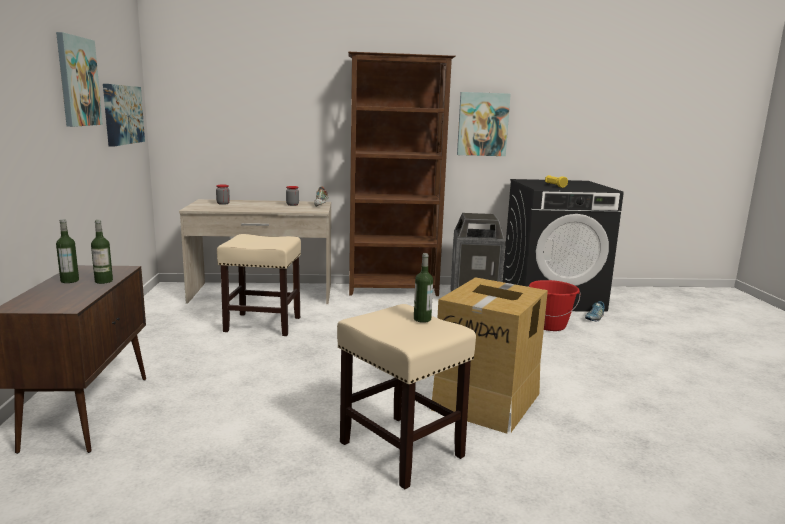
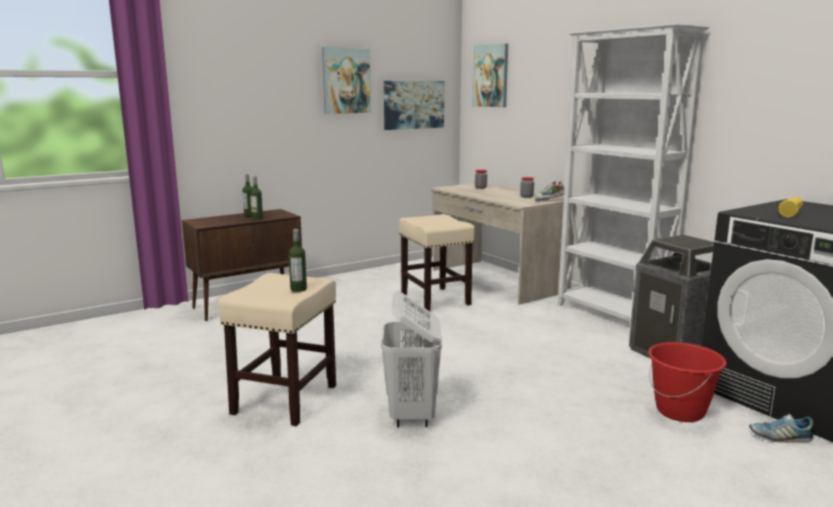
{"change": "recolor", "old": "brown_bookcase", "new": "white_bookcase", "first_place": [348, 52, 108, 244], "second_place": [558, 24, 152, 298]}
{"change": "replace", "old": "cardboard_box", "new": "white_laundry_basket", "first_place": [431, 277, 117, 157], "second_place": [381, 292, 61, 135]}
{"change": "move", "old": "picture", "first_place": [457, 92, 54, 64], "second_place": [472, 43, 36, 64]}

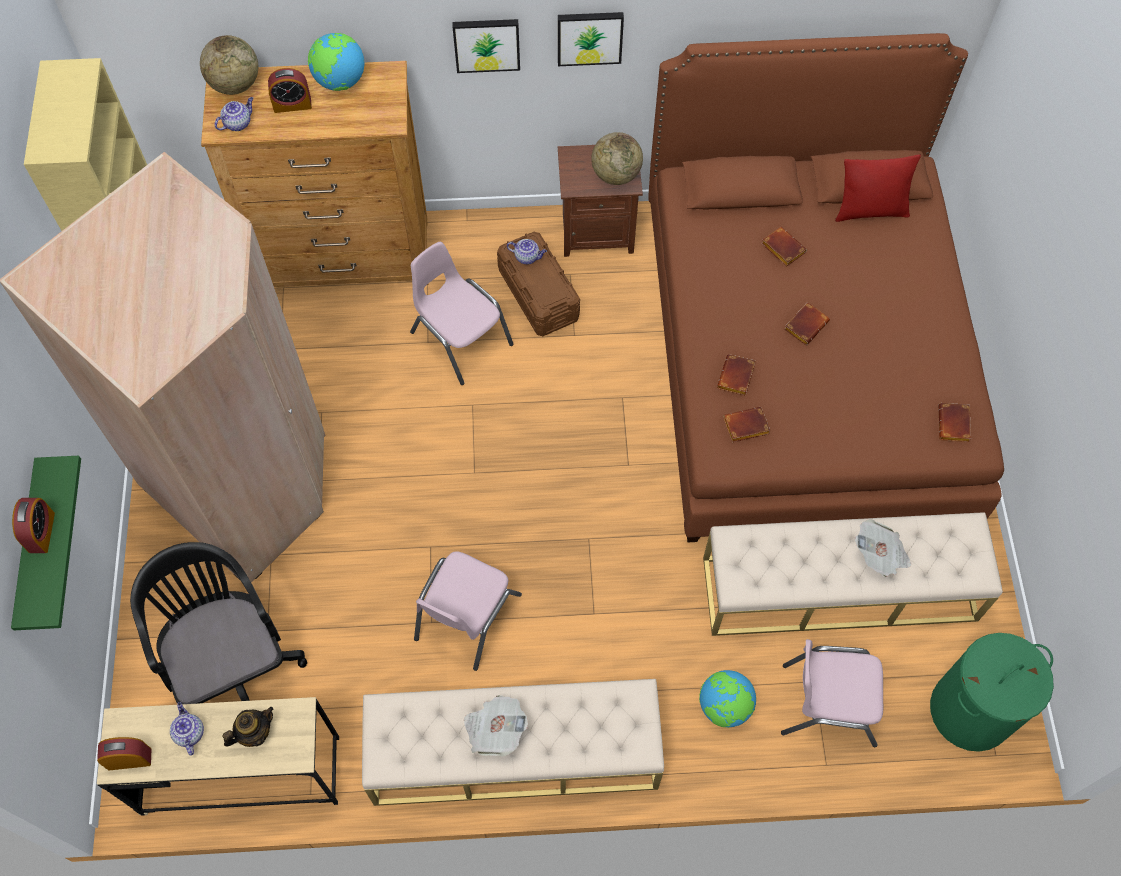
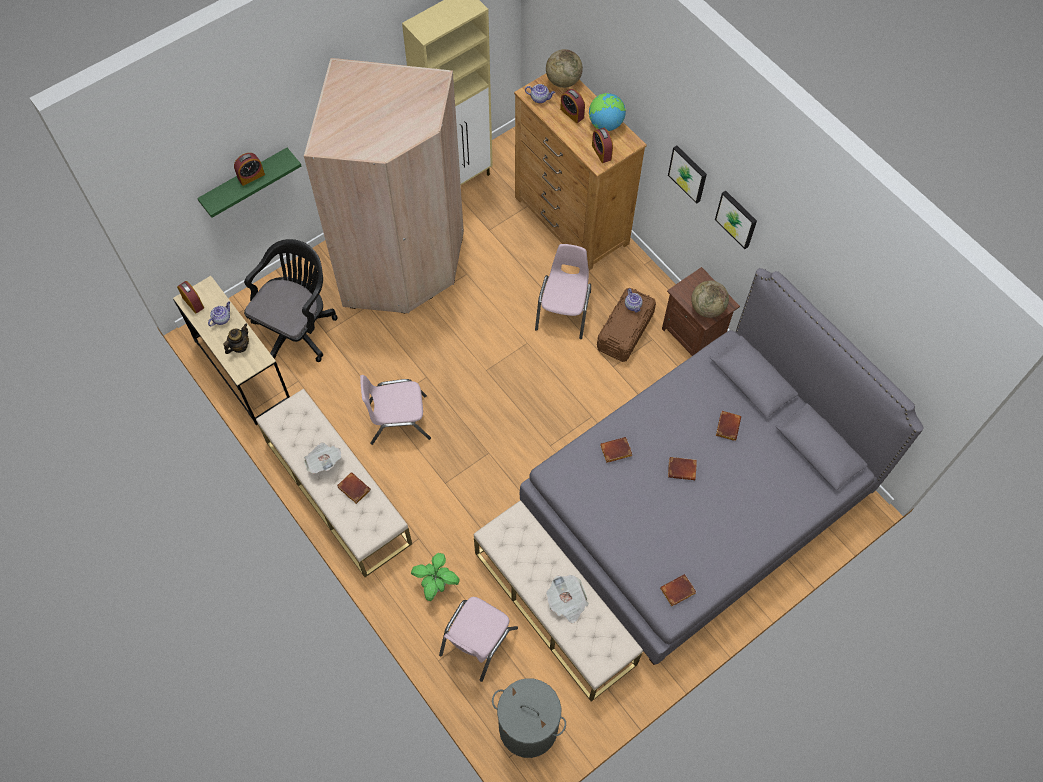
{"change": "rotate", "old": "teapot", "first_place": [222, 707, 51, 40], "second_place": [224, 324, 25, 30], "degrees": -75}
{"change": "recolor", "old": "brown_bed", "new": "grey_bed", "first_place": [648, 33, 356, 510], "second_place": [520, 268, 403, 397]}
{"change": "replace", "old": "globe", "new": "potted_plant", "first_place": [699, 670, 57, 58], "second_place": [411, 553, 49, 48]}
{"change": "move", "old": "brown_book", "first_place": [724, 407, 46, 35], "second_place": [337, 472, 34, 32]}
{"change": "rotate", "old": "pink_chair", "first_place": [781, 639, 102, 108], "second_place": [439, 597, 79, 85], "degrees": -120}
{"change": "delete", "old": "red_pillow", "first_place": [835, 155, 86, 67]}
{"change": "recolor", "old": "green_laundry_basket", "new": "grey_laundry_basket", "first_place": [930, 633, 124, 119], "second_place": [492, 678, 74, 80]}
{"change": "insert", "new": "alarm_clock", "second_place": [592, 128, 21, 35]}

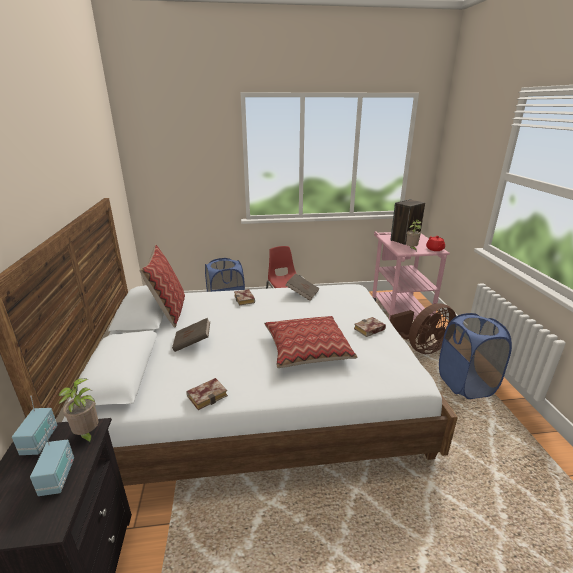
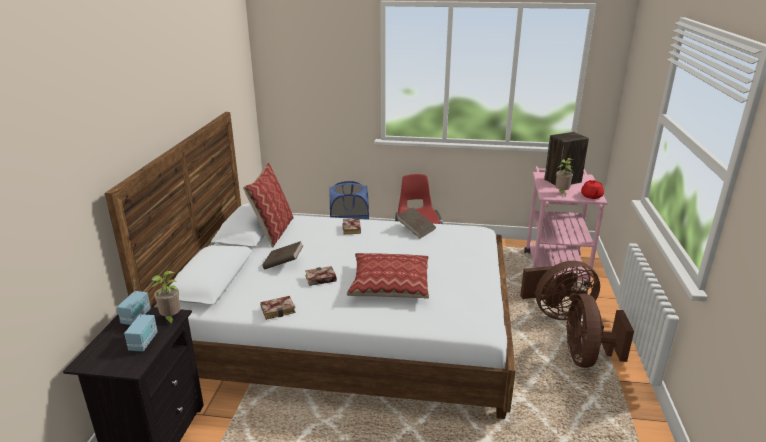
{"change": "move", "old": "book", "first_place": [354, 317, 32, 20], "second_place": [305, 266, 32, 20]}
{"change": "replace", "old": "blue_laundry_basket", "new": "brown_fan", "first_place": [439, 313, 73, 86], "second_place": [566, 293, 68, 75]}

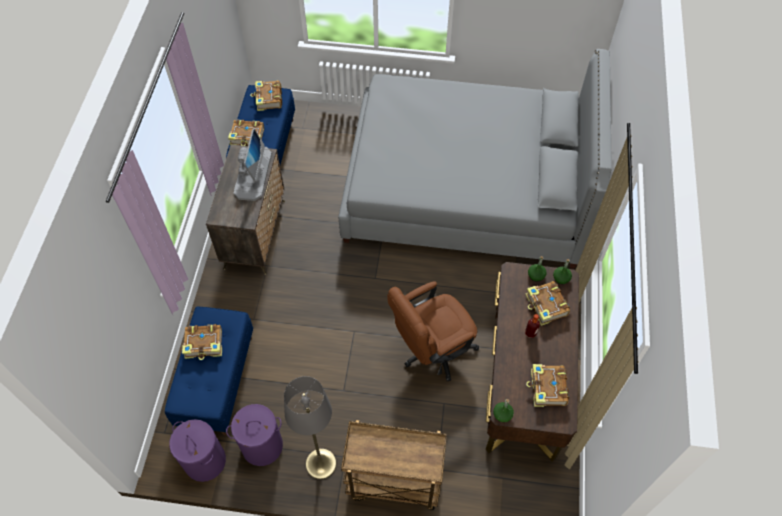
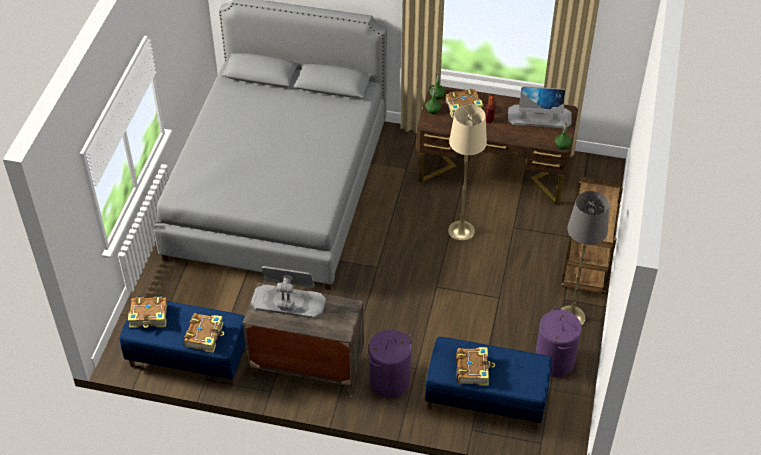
{"change": "move", "old": "purple_laundry_basket", "first_place": [169, 419, 57, 63], "second_place": [368, 330, 44, 68]}
{"change": "replace", "old": "brown_office_chair", "new": "beige_floor_lamp", "first_place": [387, 281, 92, 100], "second_place": [448, 105, 39, 136]}
{"change": "replace", "old": "book", "new": "monitor", "first_place": [526, 364, 43, 43], "second_place": [508, 86, 64, 42]}

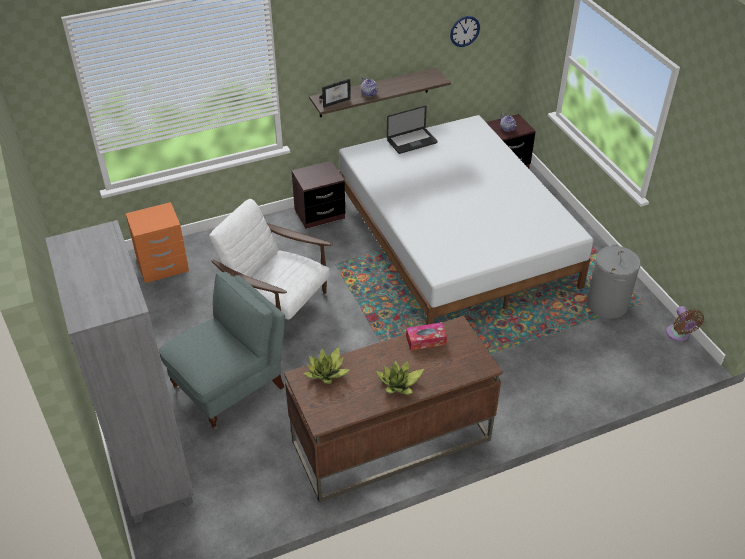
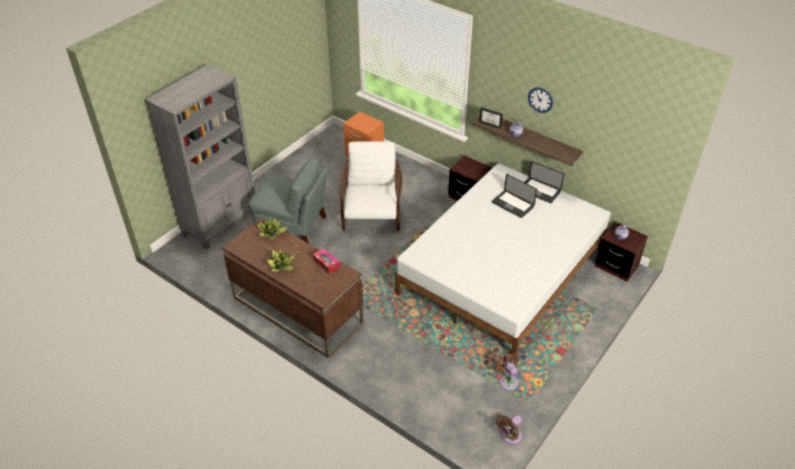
{"change": "move", "old": "wall_clock", "first_place": [450, 16, 30, 31], "second_place": [528, 88, 25, 25]}
{"change": "replace", "old": "grey_laundry_basket", "new": "brown_fan", "first_place": [587, 244, 54, 74], "second_place": [495, 353, 24, 37]}
{"change": "insert", "new": "laptop", "second_place": [492, 174, 45, 44]}

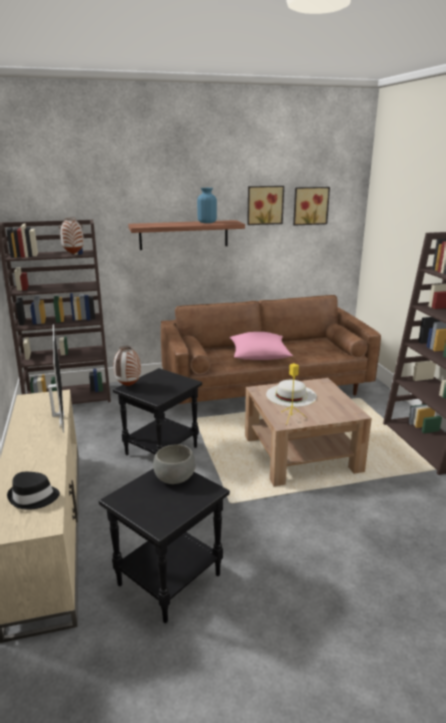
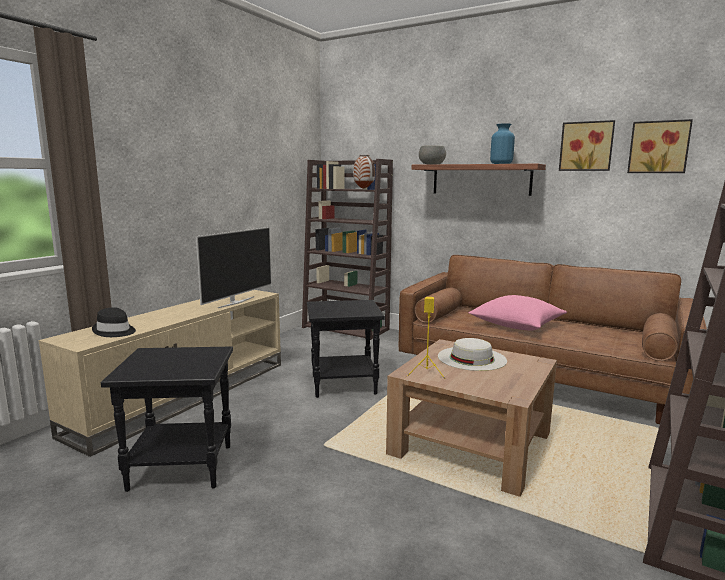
{"change": "delete", "old": "vase", "first_place": [114, 346, 27, 40]}
{"change": "move", "old": "grey_bowl", "first_place": [153, 444, 43, 40], "second_place": [419, 145, 27, 19]}

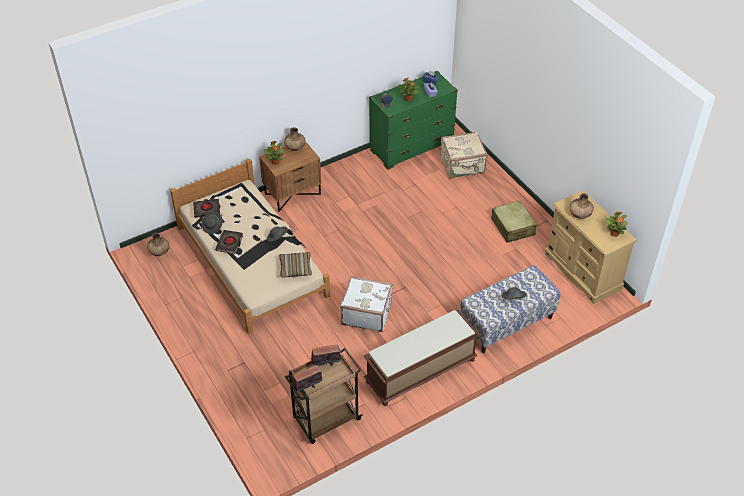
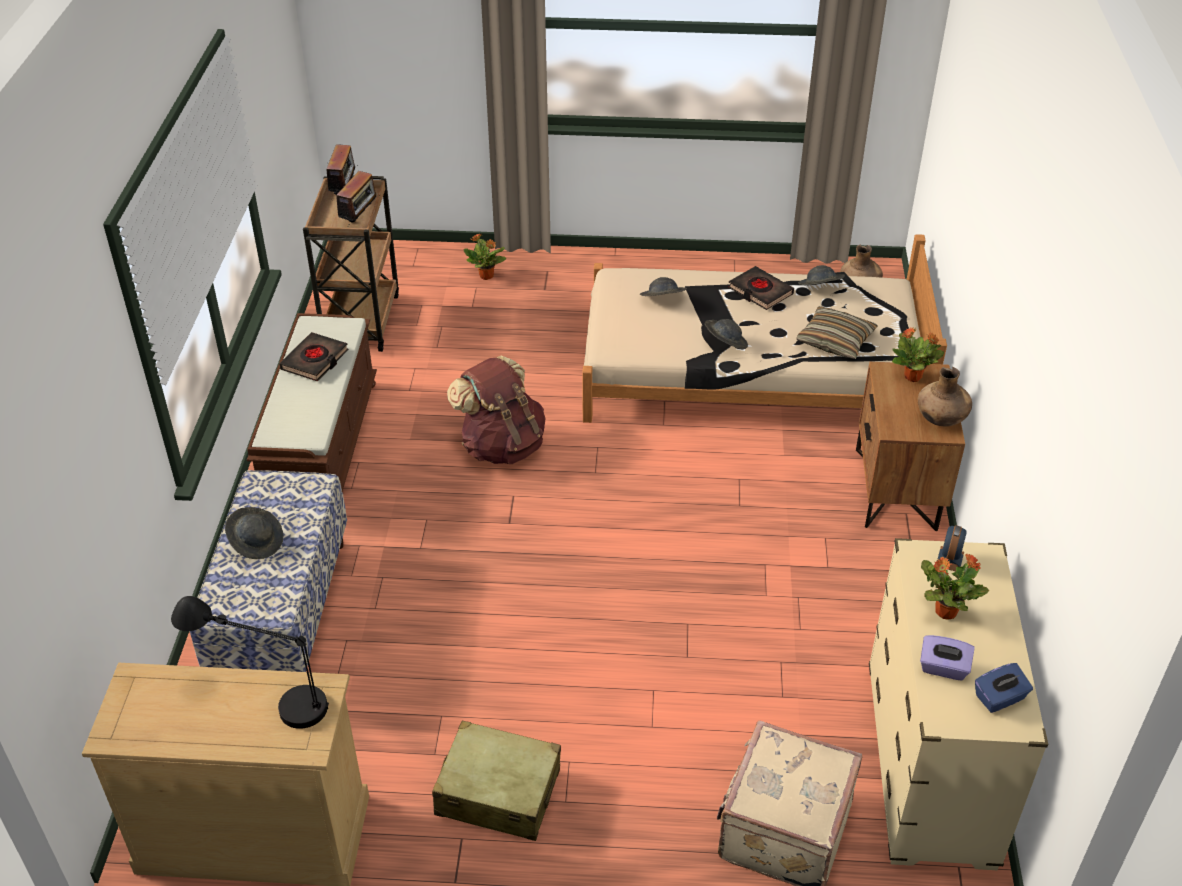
{"change": "move", "old": "black_book", "first_place": [193, 199, 27, 19], "second_place": [279, 332, 70, 50]}
{"change": "move", "old": "pillow", "first_place": [279, 252, 33, 26], "second_place": [796, 306, 82, 53]}
{"change": "replace", "old": "white_suitcase", "new": "brown_backpack", "first_place": [340, 276, 53, 56], "second_place": [447, 355, 99, 109]}
{"change": "recolor", "old": "green_dresser", "new": "beige_dresser", "first_place": [369, 71, 89, 99], "second_place": [869, 538, 179, 332]}
{"change": "replace", "old": "brown_vase", "new": "black_table_lamp", "first_place": [570, 193, 24, 26], "second_place": [171, 596, 158, 133]}
{"change": "move", "old": "potted_plant", "first_place": [606, 211, 22, 26], "second_place": [464, 234, 42, 46]}
{"change": "insert", "new": "grey_hat", "second_place": [640, 277, 47, 19]}

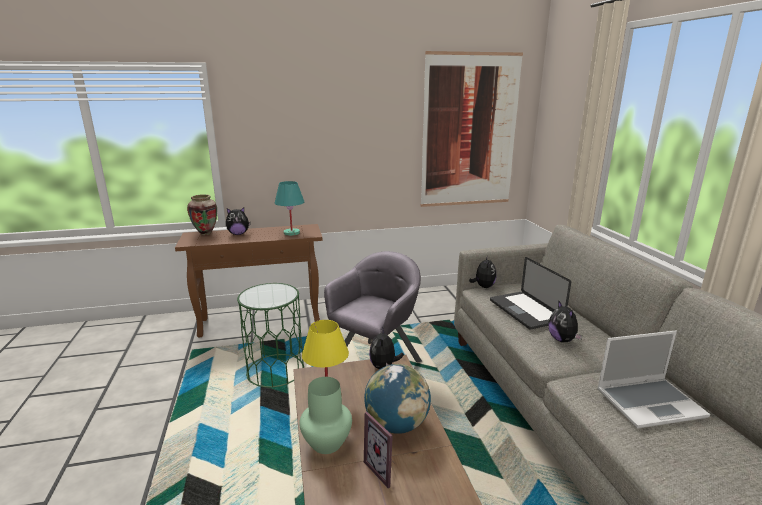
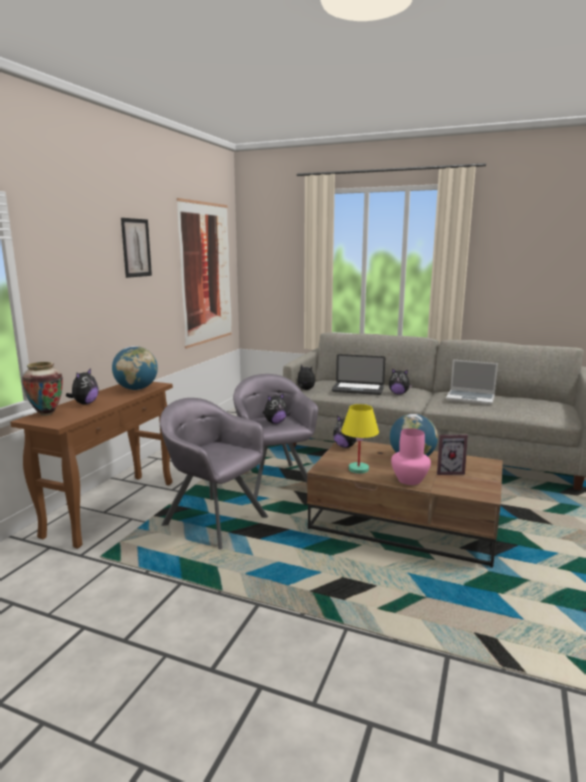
{"change": "replace", "old": "green_side_table", "new": "grey_armchair", "first_place": [237, 283, 67, 105], "second_place": [160, 398, 108, 152]}
{"change": "replace", "old": "turquoise_table_lamp", "new": "globe", "first_place": [275, 181, 29, 55], "second_place": [112, 346, 46, 44]}
{"change": "recolor", "old": "green_vase", "new": "pink_vase", "first_place": [299, 377, 53, 77], "second_place": [391, 428, 40, 57]}
{"change": "rotate", "old": "laptop", "first_place": [597, 331, 113, 97], "second_place": [446, 360, 52, 45], "degrees": 90}
{"change": "insert", "new": "picture", "second_place": [121, 218, 31, 60]}
{"change": "insert", "new": "plush_toy", "second_place": [263, 393, 24, 31]}

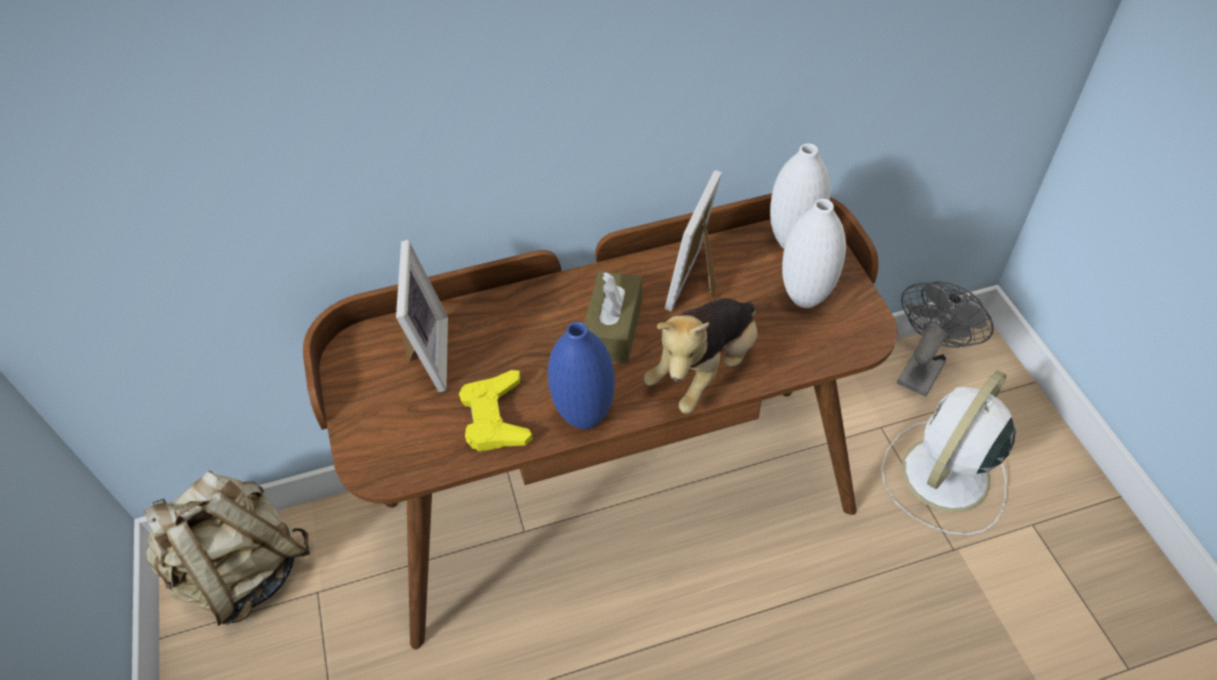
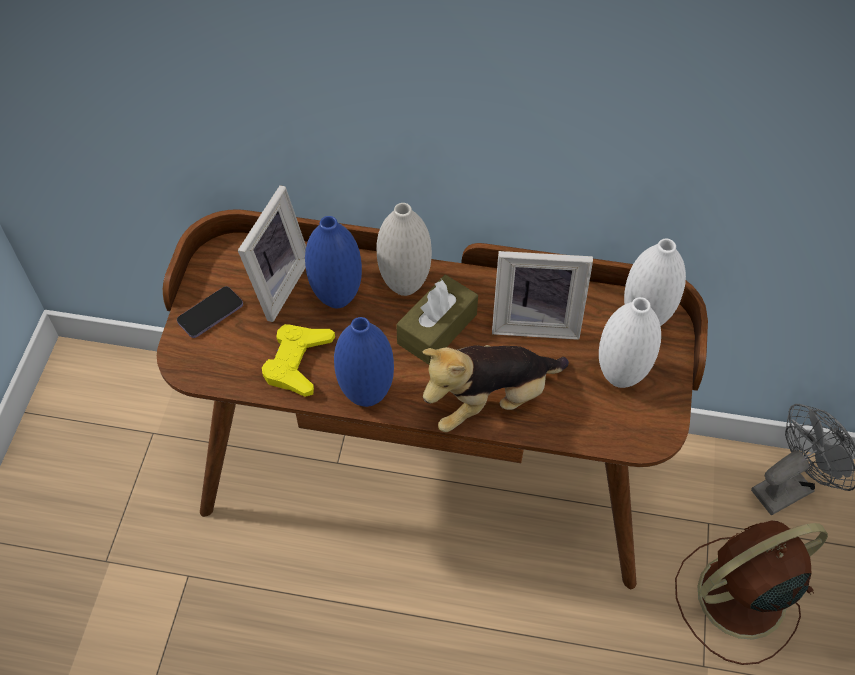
{"change": "delete", "old": "beige_backpack", "first_place": [143, 471, 167, 155]}
{"change": "rotate", "old": "picture_frame", "first_place": [665, 170, 57, 142], "second_place": [492, 251, 101, 89], "degrees": -135}
{"change": "recolor", "old": "white_fan", "new": "brown_fan", "first_place": [881, 370, 135, 165], "second_place": [675, 521, 153, 144]}
{"change": "insert", "new": "phone", "second_place": [177, 286, 66, 52]}
{"change": "insert", "new": "blue_vase", "second_place": [305, 216, 57, 92]}
{"change": "insert", "new": "white_vase", "second_place": [377, 203, 55, 93]}

